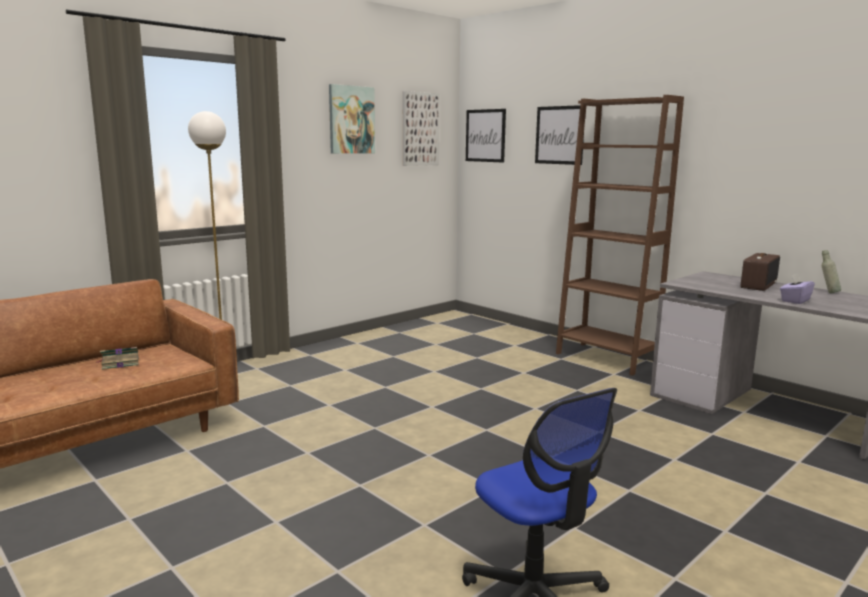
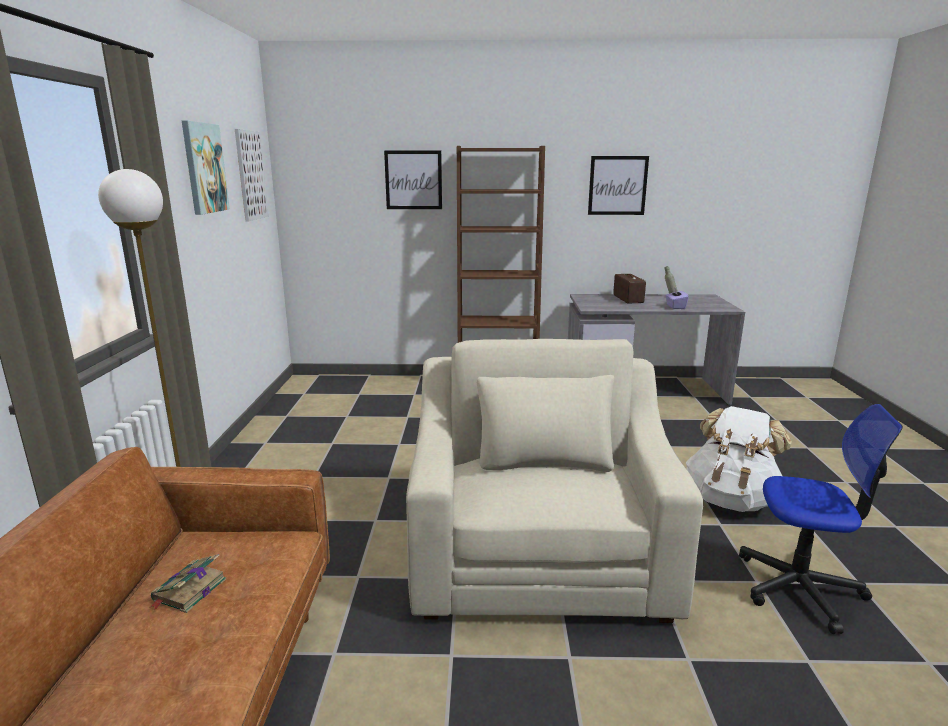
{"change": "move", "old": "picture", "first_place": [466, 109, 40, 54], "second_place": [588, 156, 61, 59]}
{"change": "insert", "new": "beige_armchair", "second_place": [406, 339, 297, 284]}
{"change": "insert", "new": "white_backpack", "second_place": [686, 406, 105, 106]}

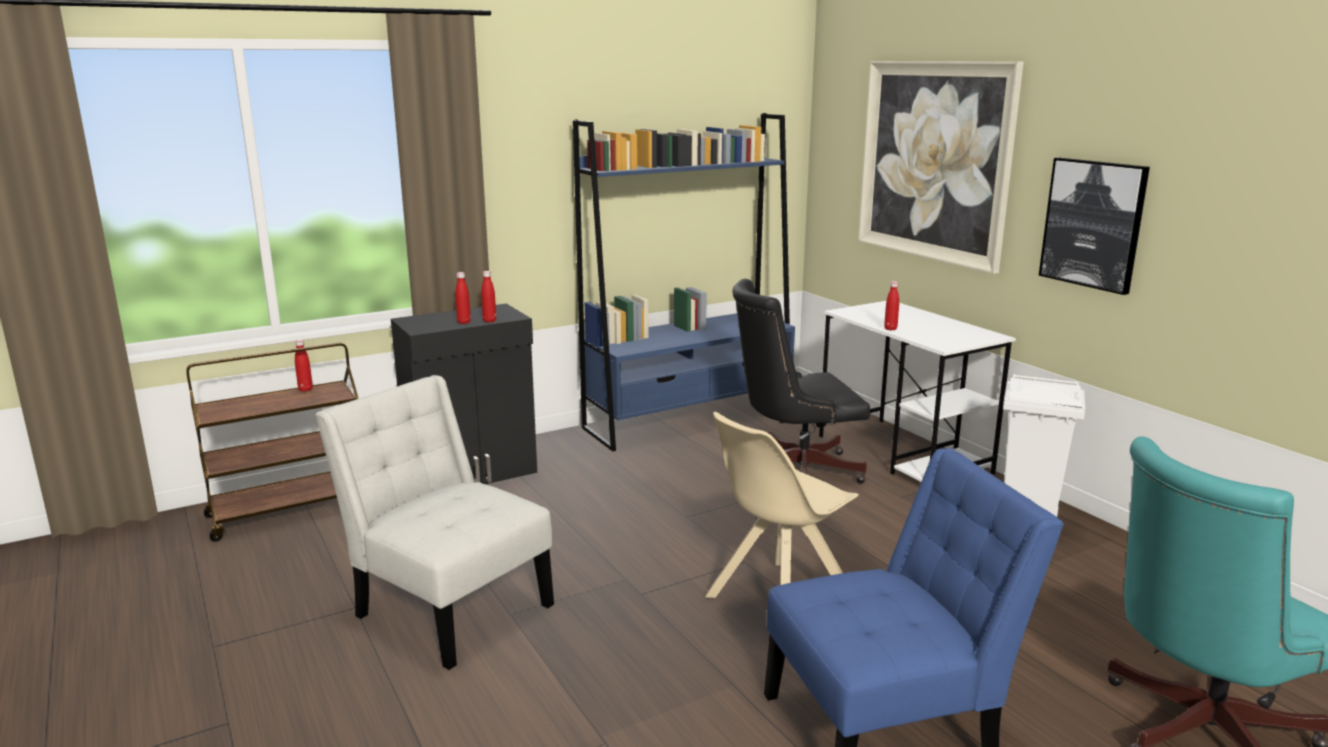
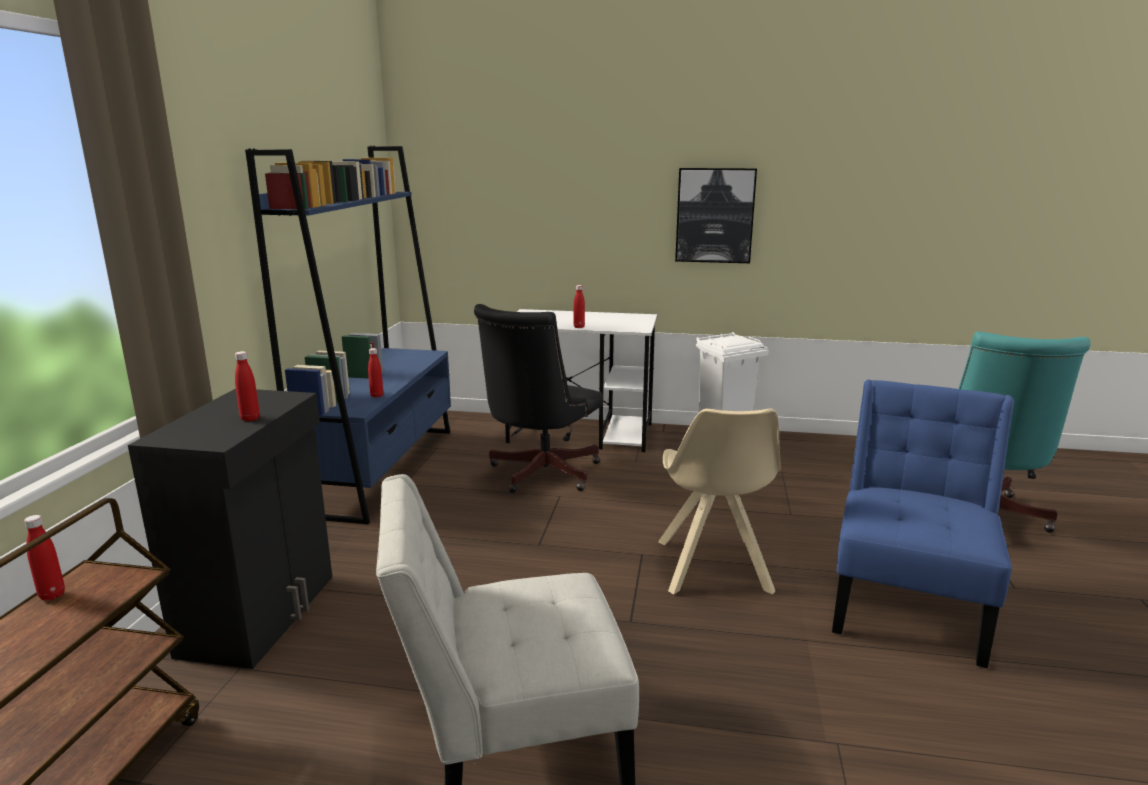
{"change": "move", "old": "red_bottle", "first_place": [481, 271, 15, 52], "second_place": [368, 348, 15, 49]}
{"change": "delete", "old": "picture", "first_place": [858, 61, 166, 213]}

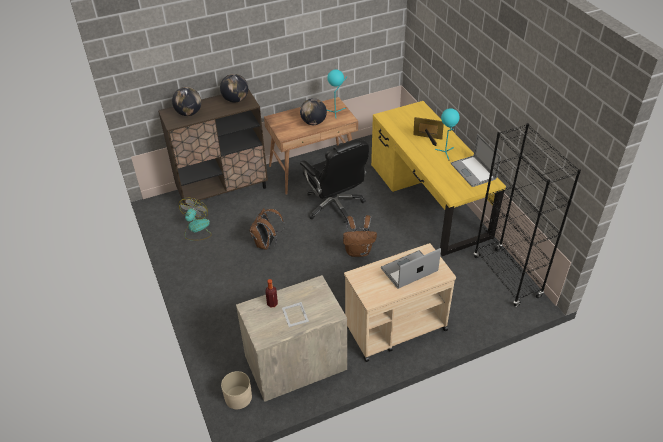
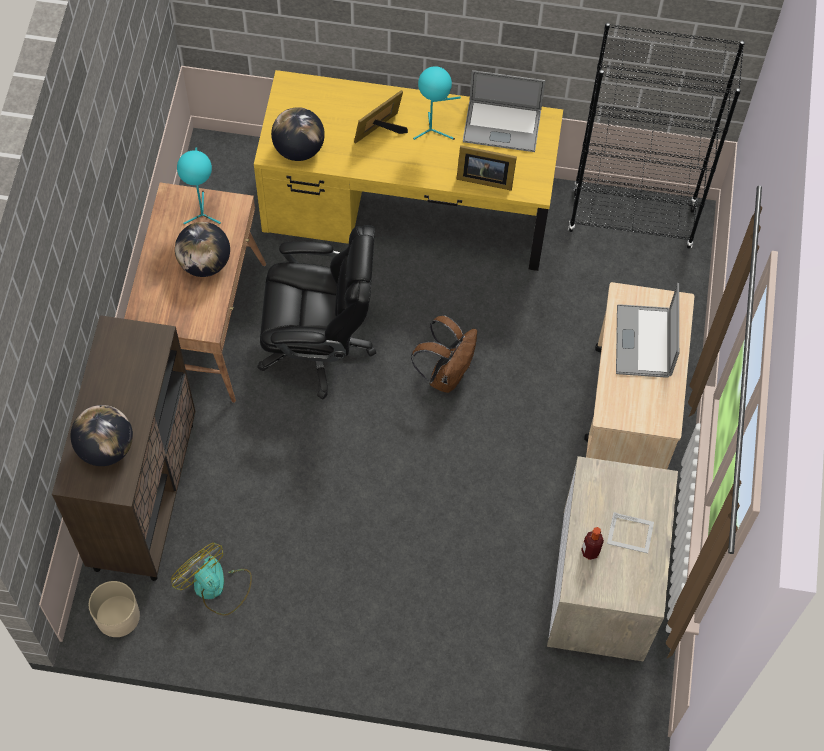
{"change": "move", "old": "globe", "first_place": [220, 74, 28, 29], "second_place": [271, 107, 54, 54]}
{"change": "move", "old": "beige_planter", "first_place": [221, 371, 31, 38], "second_place": [89, 581, 51, 56]}
{"change": "delete", "old": "brown_backpack", "first_place": [250, 208, 35, 42]}
{"change": "insert", "new": "picture_frame", "second_place": [456, 145, 61, 46]}

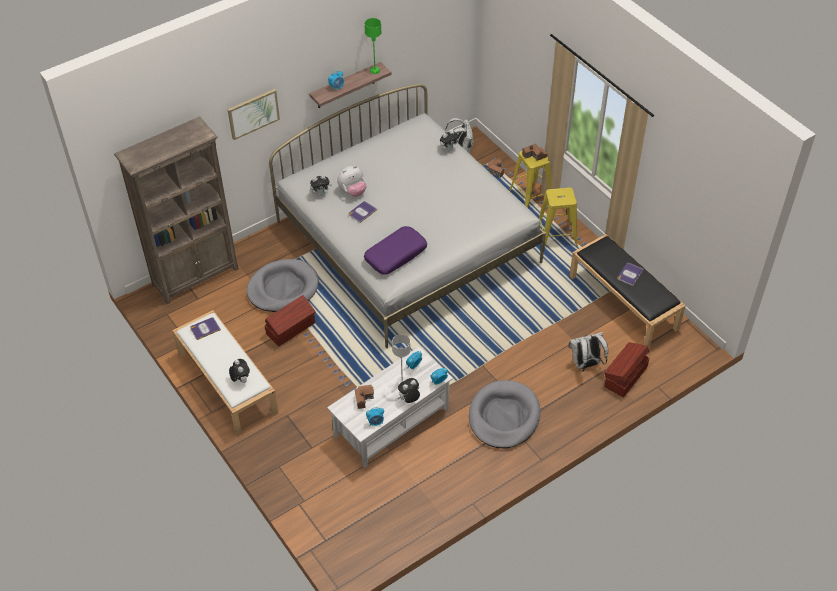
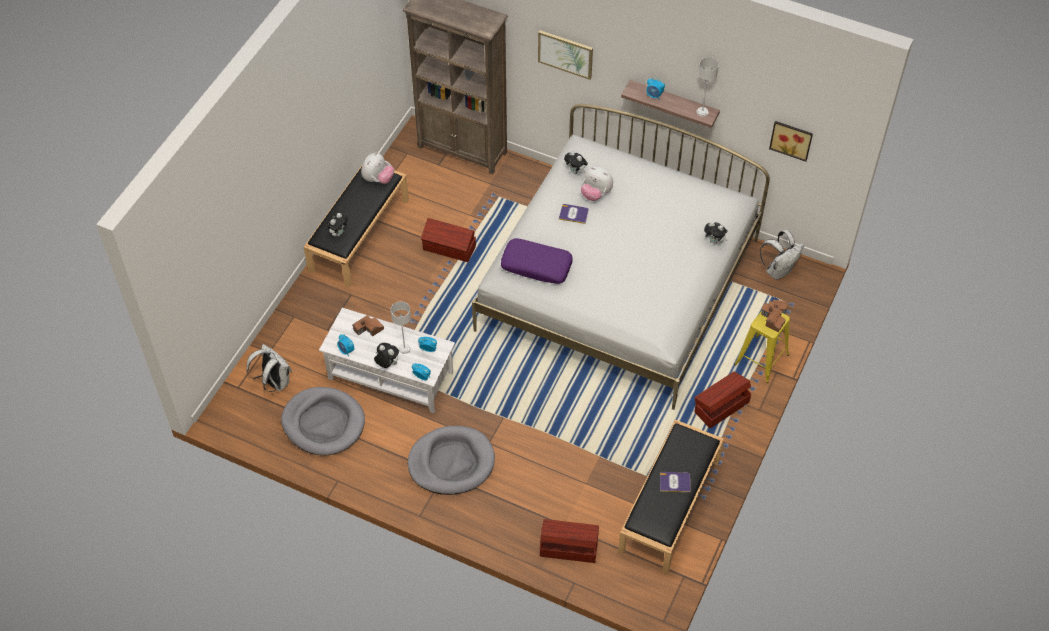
{"change": "recolor", "old": "white_bench", "new": "black_bench", "first_place": [172, 310, 107, 126], "second_place": [304, 164, 105, 124]}
{"change": "replace", "old": "book", "new": "plush_toy", "first_place": [190, 317, 31, 23], "second_place": [361, 152, 33, 32]}
{"change": "move", "old": "grey_dog_bed", "first_place": [247, 259, 72, 53], "second_place": [281, 387, 84, 68]}
{"change": "recolor", "old": "green_table_lamp", "new": "grey_table_lamp", "first_place": [365, 18, 16, 56], "second_place": [697, 57, 22, 60]}
{"change": "replace", "old": "yellow_stool", "new": "brown_storage_box", "first_place": [539, 187, 39, 60], "second_place": [694, 372, 57, 56]}
{"change": "move", "old": "white_backpack", "first_place": [569, 332, 39, 40], "second_place": [246, 344, 46, 48]}
{"change": "insert", "new": "picture", "second_place": [769, 121, 44, 41]}

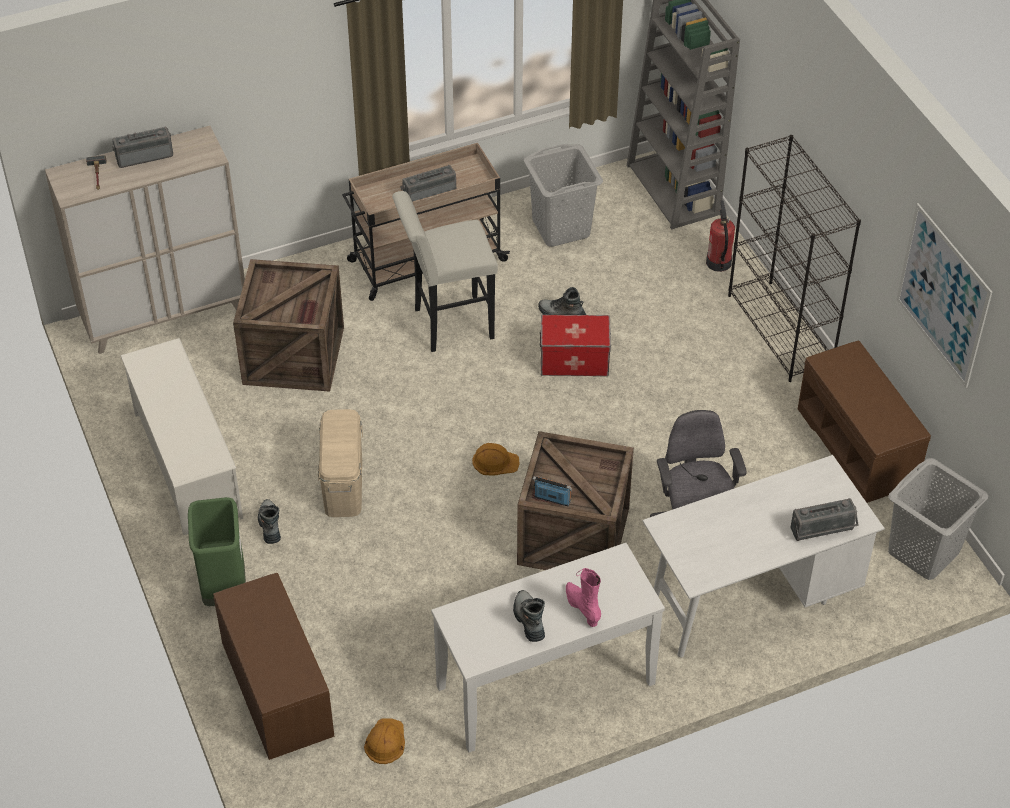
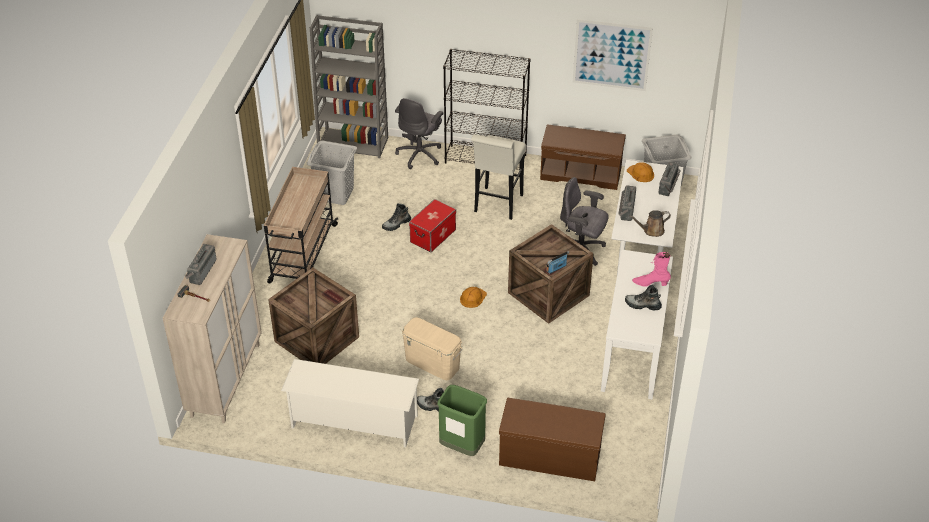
{"change": "move", "old": "orange_hard_hat", "first_place": [364, 718, 41, 46], "second_place": [627, 162, 27, 20]}
{"change": "move", "old": "white_stool", "first_place": [392, 191, 106, 161], "second_place": [471, 134, 55, 86]}
{"change": "move", "old": "radio", "first_place": [400, 165, 56, 37], "second_place": [618, 186, 18, 35]}
{"change": "replace", "old": "fire_extinguisher", "new": "grey_office_chair", "first_place": [706, 200, 29, 72], "second_place": [395, 98, 49, 71]}
{"change": "insert", "new": "brown_watering_can", "second_place": [629, 210, 42, 27]}

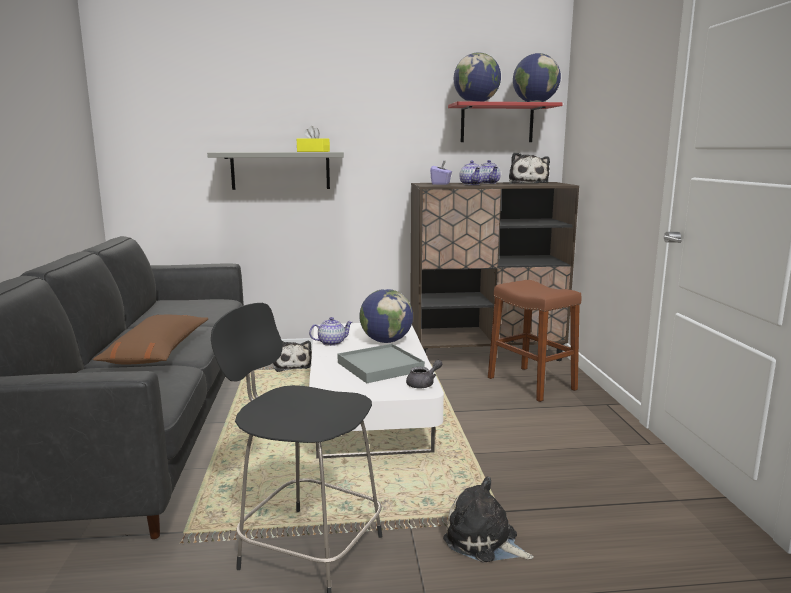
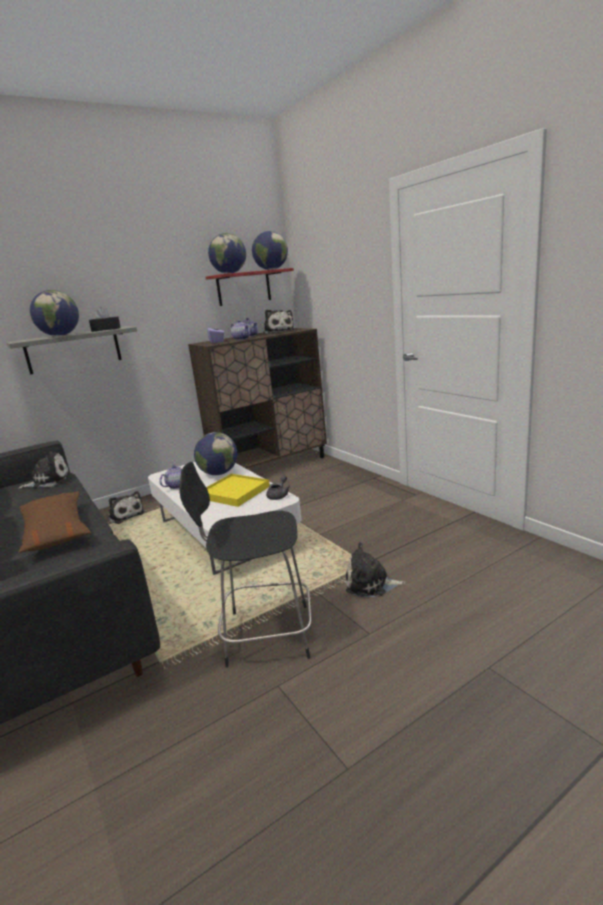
{"change": "recolor", "old": "yellow_tissue_box", "new": "black_tissue_box", "first_place": [297, 126, 33, 26], "second_place": [89, 307, 32, 25]}
{"change": "recolor", "old": "grey_tray", "new": "yellow_tray", "first_place": [337, 344, 88, 39], "second_place": [206, 474, 64, 33]}
{"change": "delete", "old": "brown_stool", "first_place": [488, 280, 94, 122]}
{"change": "insert", "new": "plush_toy", "second_place": [18, 451, 52, 38]}
{"change": "insert", "new": "globe", "second_place": [30, 290, 49, 46]}

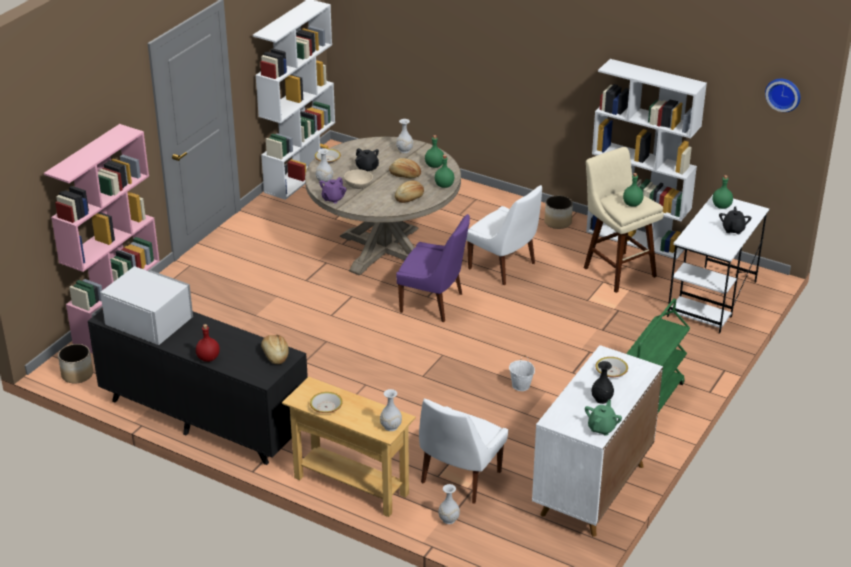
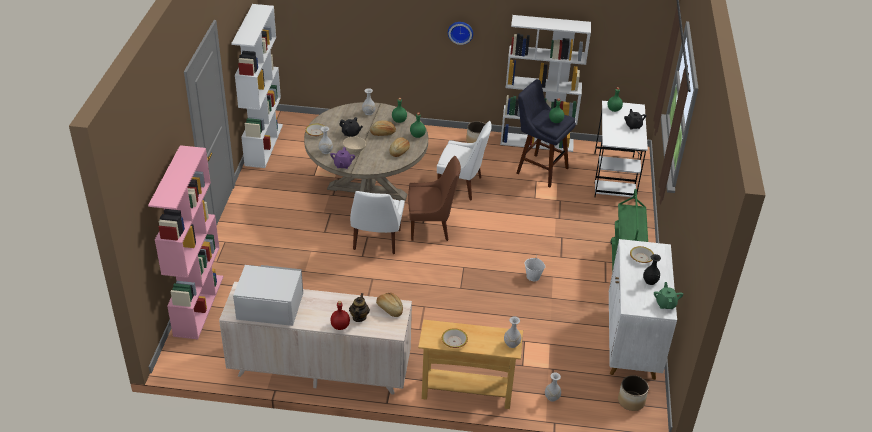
{"change": "move", "old": "planter", "first_place": [58, 344, 35, 39], "second_place": [618, 375, 31, 36]}
{"change": "recolor", "old": "black_dresser", "new": "beige_dresser", "first_place": [88, 309, 220, 156], "second_place": [219, 282, 193, 113]}
{"change": "recolor", "old": "purple_chair", "new": "brown_chair", "first_place": [396, 214, 74, 108], "second_place": [408, 156, 53, 85]}
{"change": "move", "old": "white_chair", "first_place": [419, 399, 89, 105], "second_place": [350, 191, 55, 63]}
{"change": "recolor", "old": "beige_stool", "new": "blue_stool", "first_place": [584, 147, 80, 146], "second_place": [517, 79, 59, 108]}
{"change": "move", "old": "wall_clock", "first_place": [765, 79, 35, 33], "second_place": [448, 22, 25, 23]}
{"change": "insert", "new": "teapot", "second_place": [349, 293, 21, 29]}

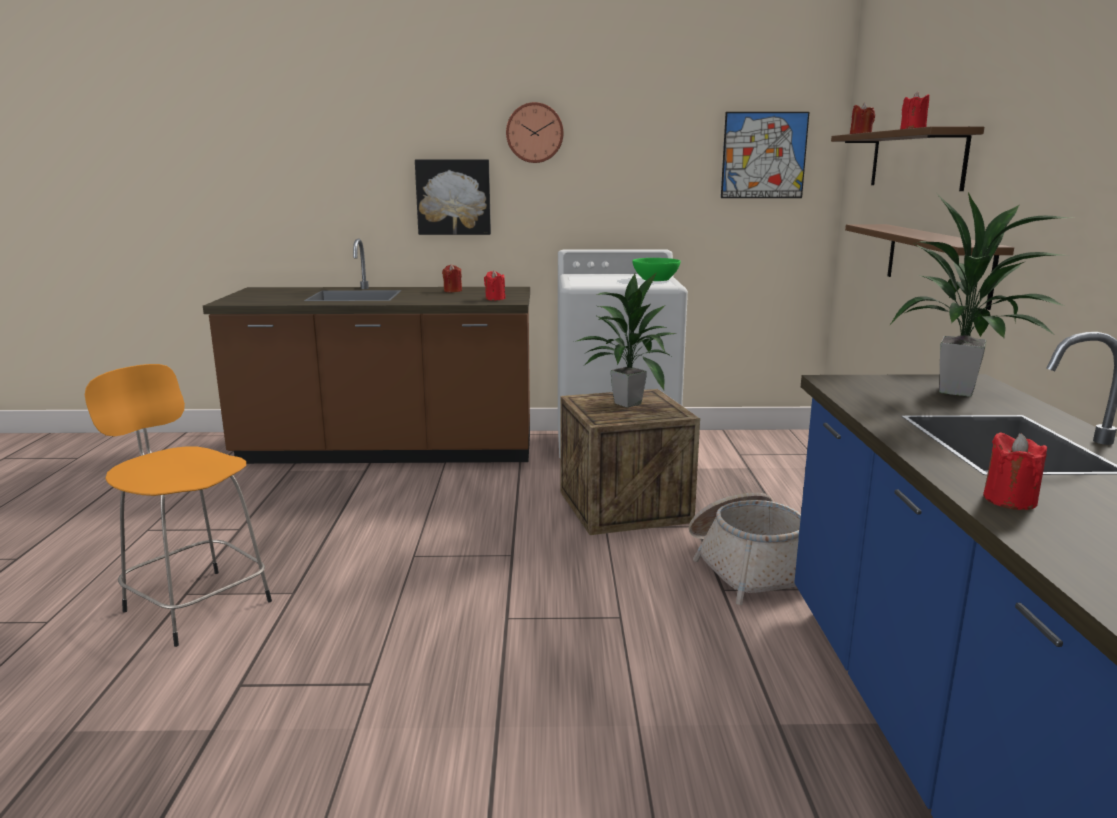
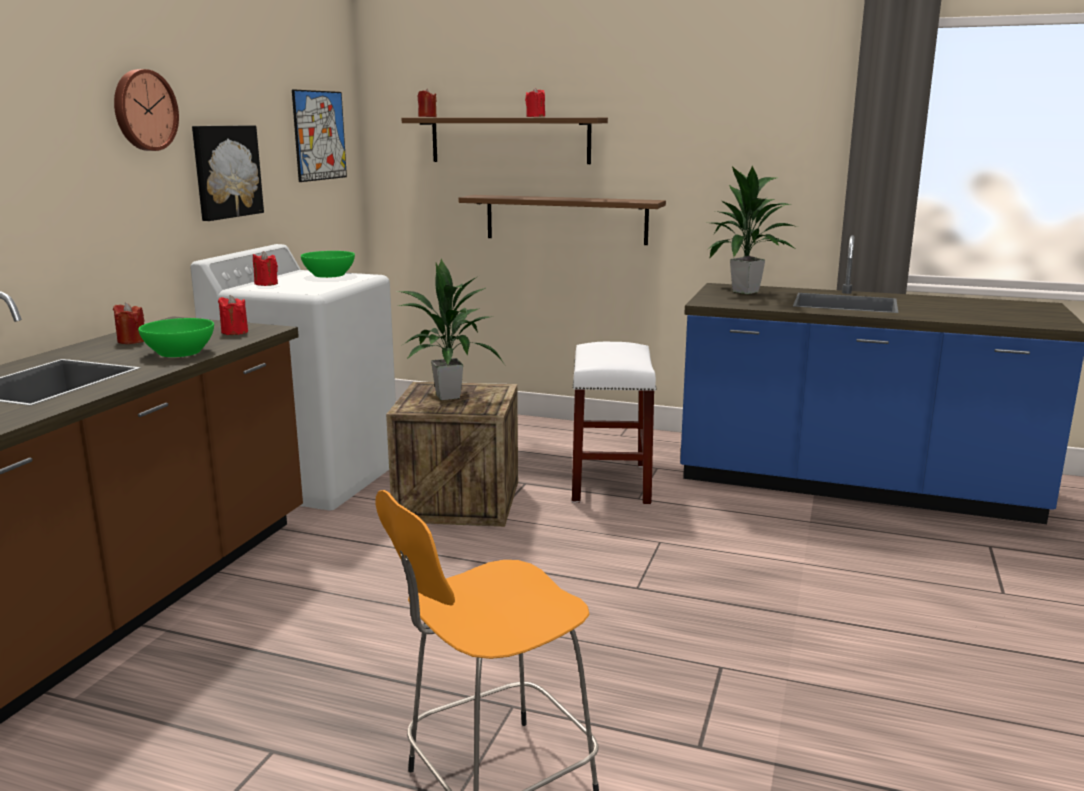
{"change": "move", "old": "picture", "first_place": [415, 159, 76, 76], "second_place": [192, 125, 72, 96]}
{"change": "replace", "old": "basket", "new": "white_stool", "first_place": [689, 492, 112, 113], "second_place": [572, 342, 85, 162]}
{"change": "move", "old": "red_candle", "first_place": [983, 433, 64, 77], "second_place": [253, 251, 25, 35]}
{"change": "insert", "new": "green_bowl", "second_place": [138, 318, 76, 39]}

